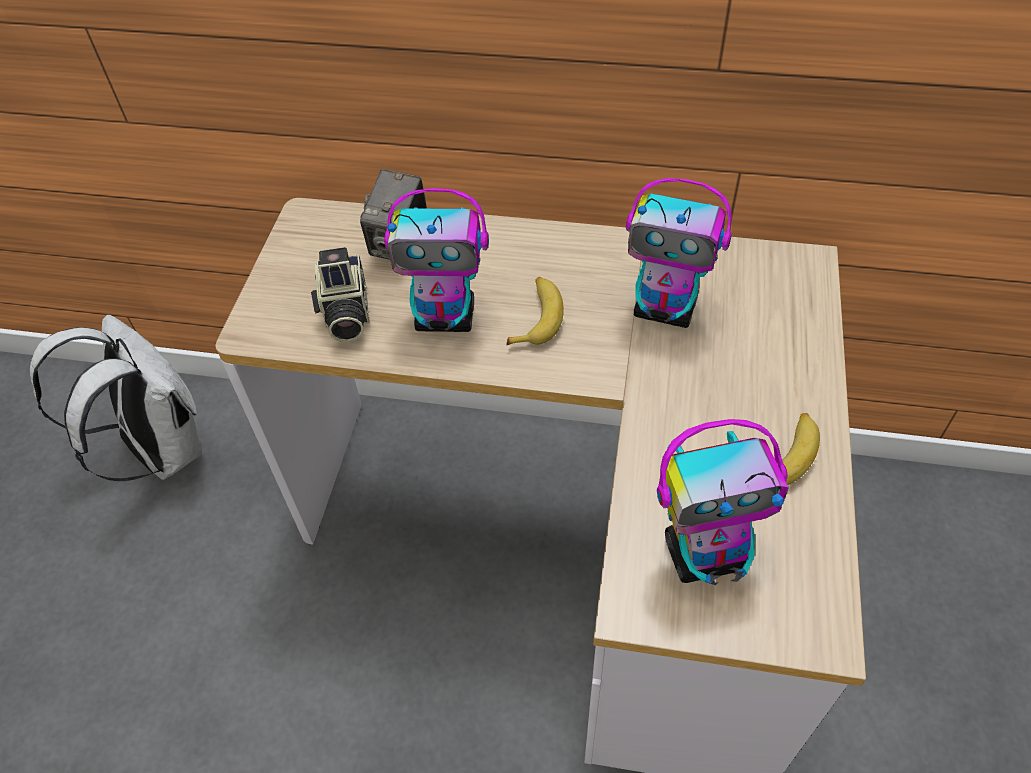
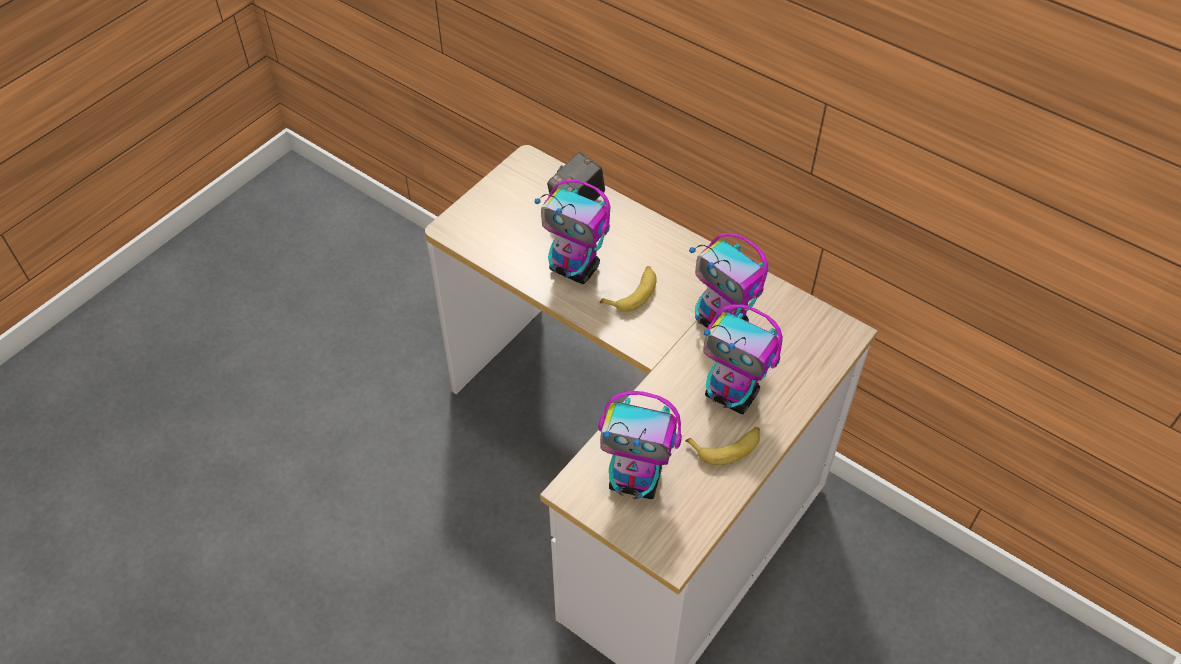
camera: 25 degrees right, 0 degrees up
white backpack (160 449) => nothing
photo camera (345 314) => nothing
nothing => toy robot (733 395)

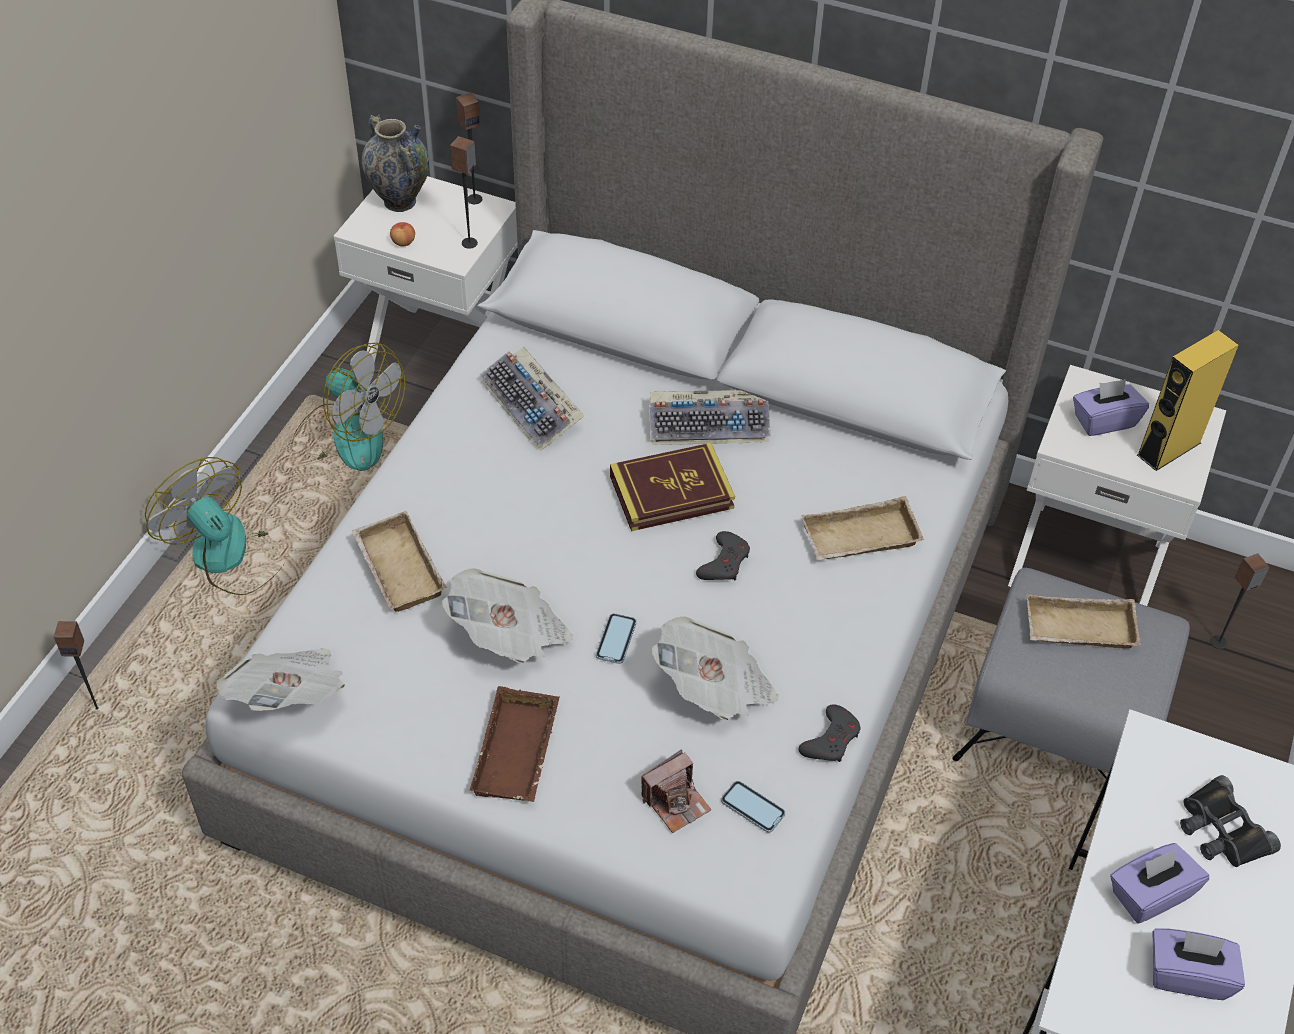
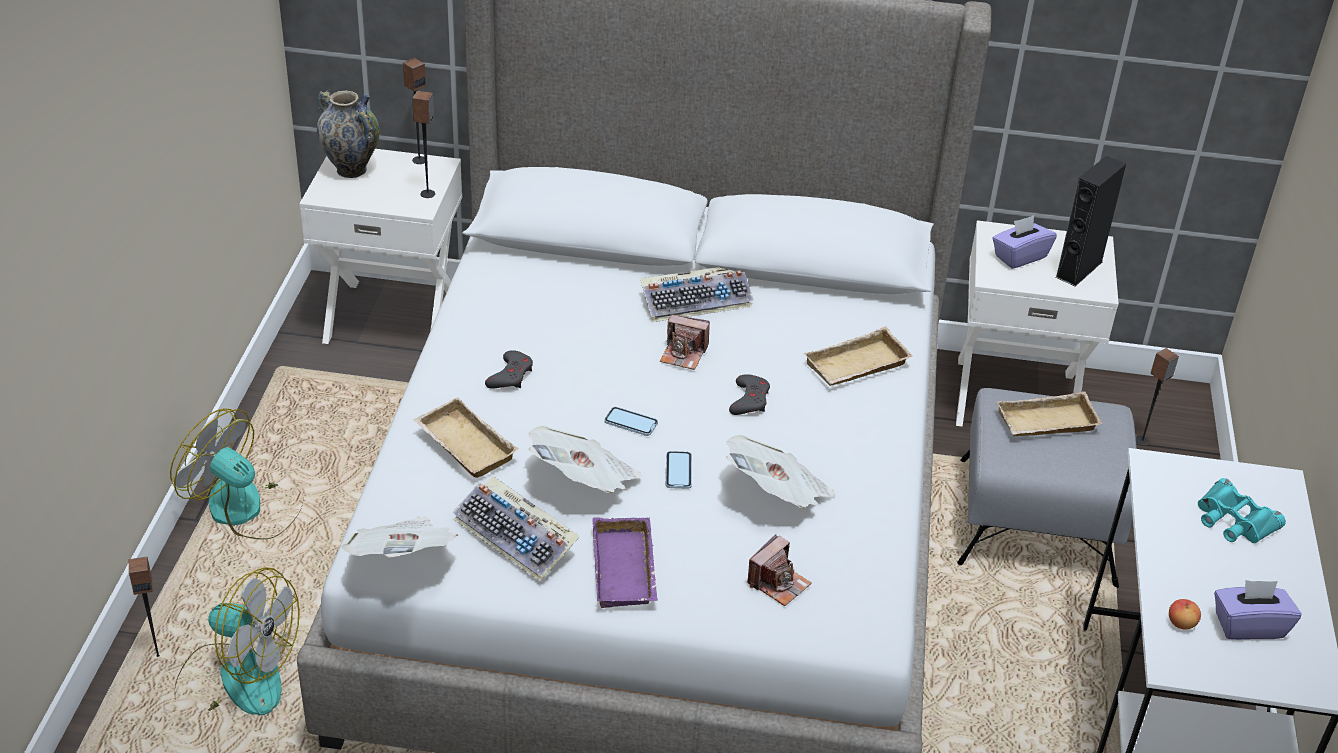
camera: 15 degrees left, 10 degrees down
purple tissue box (1150 894) => nothing
fan (346 436) => fan (236 678), relocated
apple (403 242) => apple (1181 623), relocated
keyboard (533 406) => keyboard (517 536), relocated
phone (752 808) => phone (631 423), relocated
grey game controller (831 739) => grey game controller (510 375), relocated
book (671 492) => photo camera (683 354)
brown tray (519 753) => purple tray (627 570)
yellow speaker (1168 449) => black speaker (1079 269)
black binoculars (1221 830) => turquoise binoculars (1233 520)

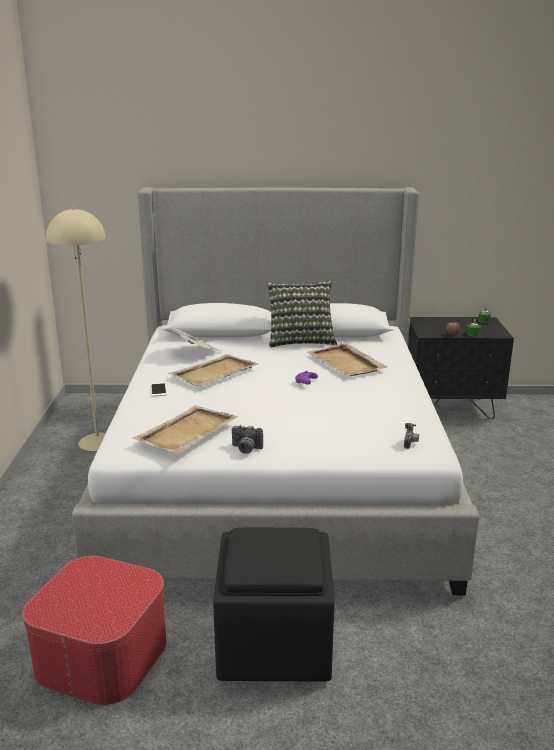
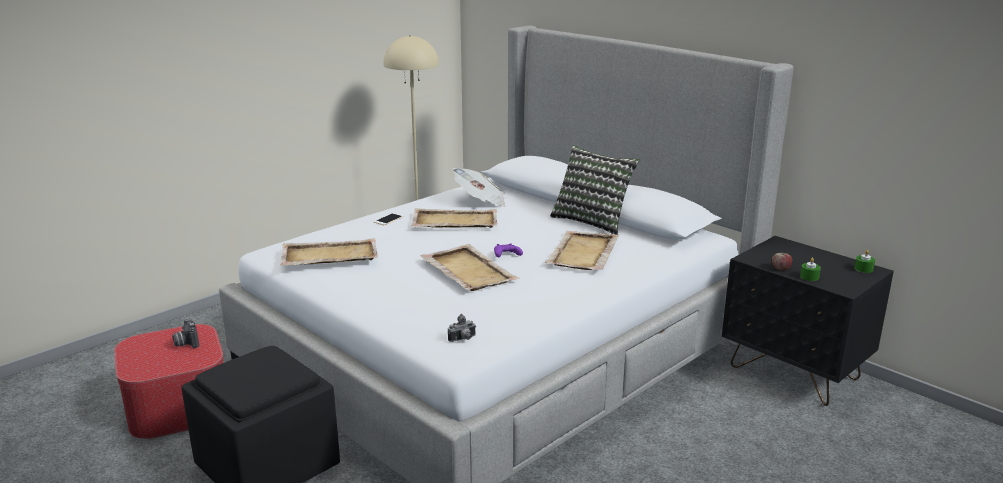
camera: 45 degrees right, 0 degrees up
nothing => beige tray (468 270)
photo camera (246 449) => photo camera (186 343), relocated

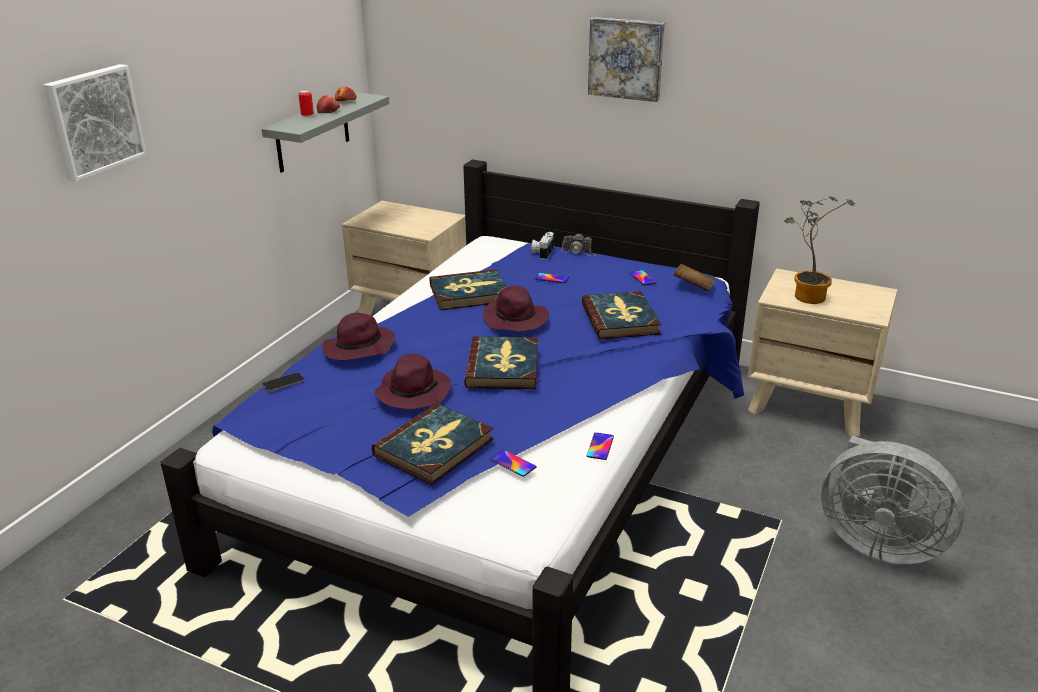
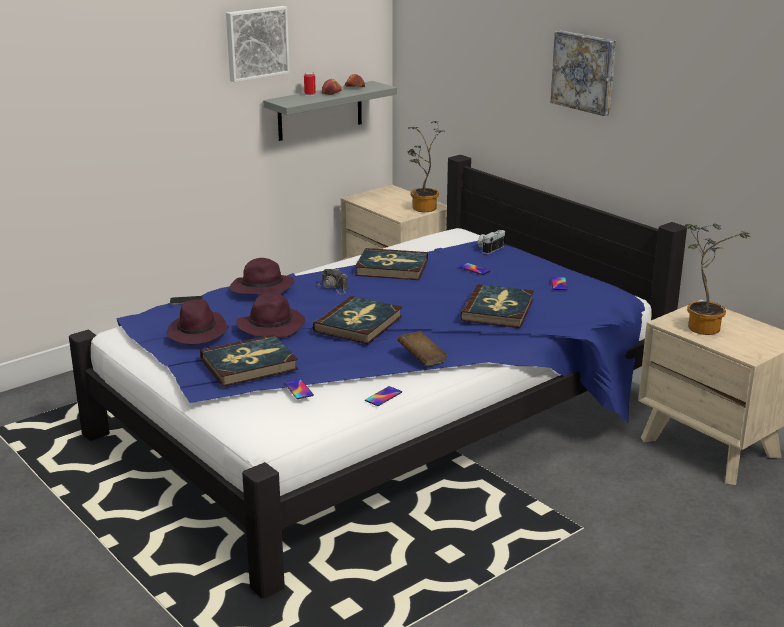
camera: 25 degrees right, 5 degrees down
grey fan (876 542) => nothing
nothing => potted plant (422 209)
picture (94 121) => picture (256 43), relocated
purple hat (516 319) => purple hat (198 333), relocated
photo camera (579 251) => photo camera (334 287), relocated
brown book (693 287) => brown book (422 359), relocated

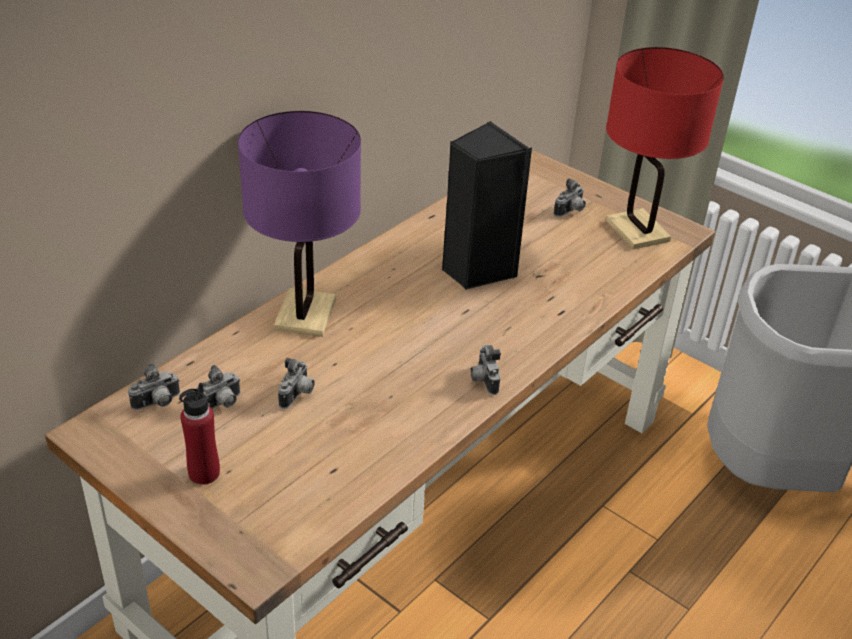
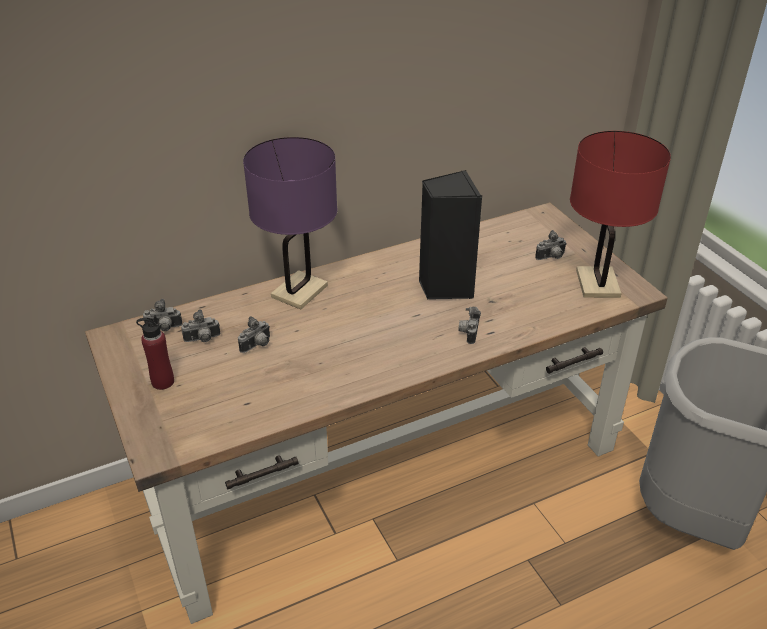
camera: 25 degrees right, 0 degrees up
photo camera (483 380) => photo camera (468 332), relocated

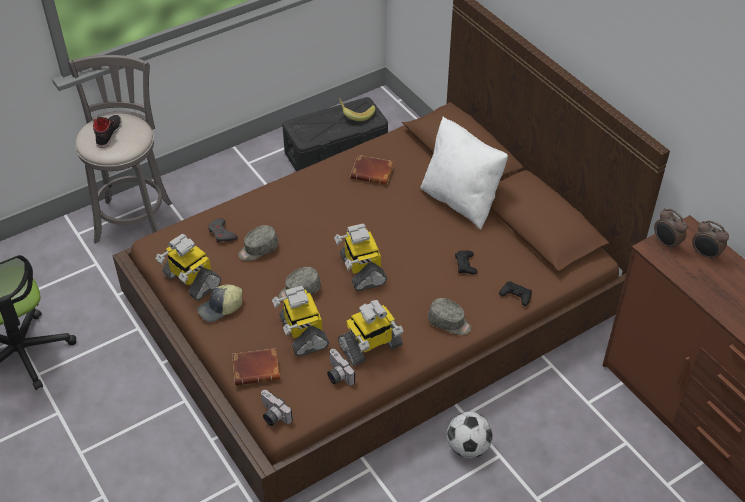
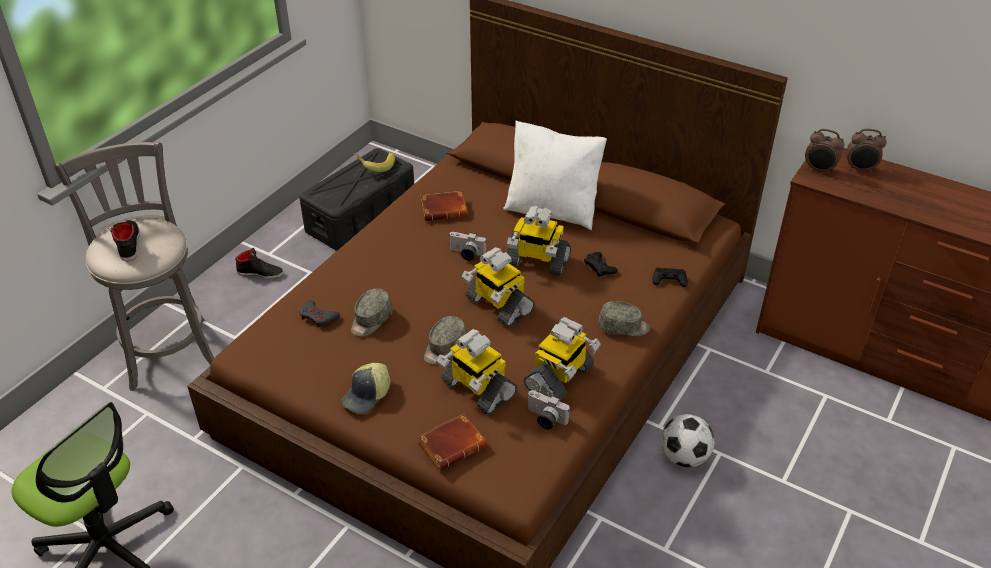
camera: 25 degrees left, 5 degrees down
nothing => black shoe (260 273)
toy robot (191 280) => toy robot (537 262), relocated
photo camera (272 416) => photo camera (466 254), relocated

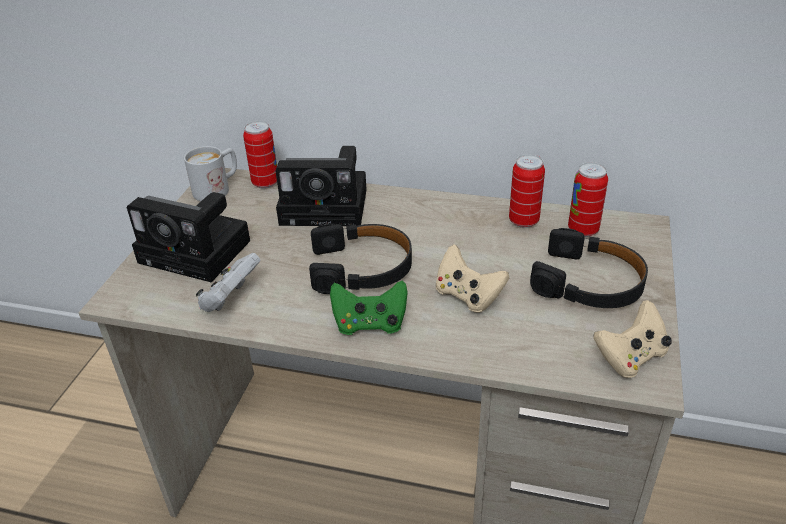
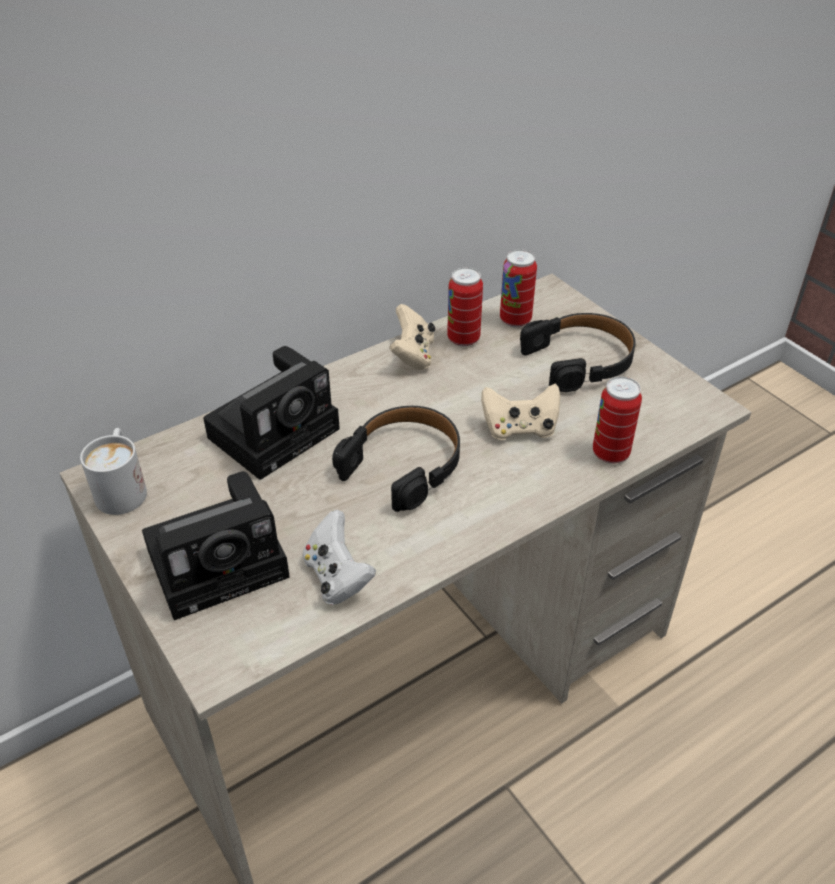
camera: 50 degrees left, 5 degrees up
green game controller (370 324) => nothing
can (265 183) => can (610 453), relocated
beige game controller (630 357) => beige game controller (413 355), relocated

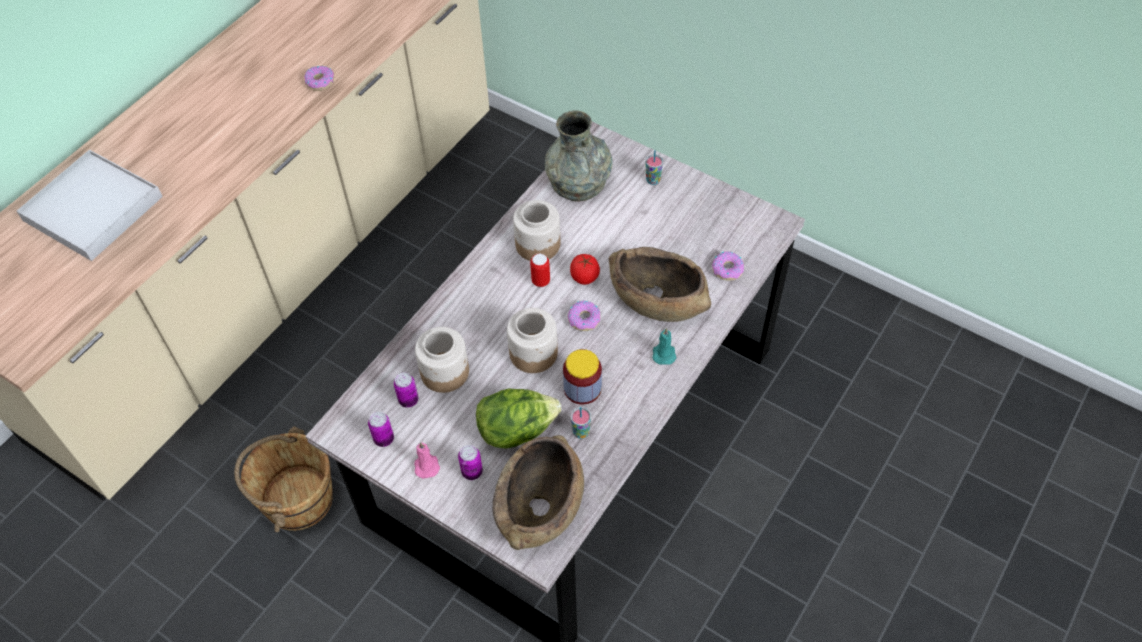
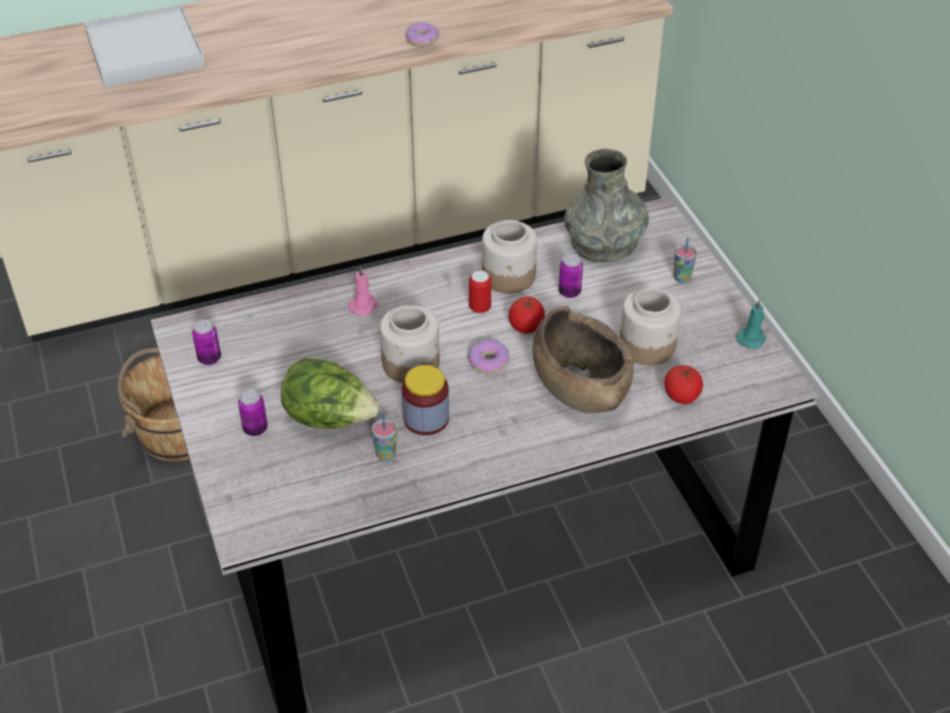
camera: 35 degrees right, 10 degrees down
brown bowl (541 505) => nothing
can (408 400) => can (569 292), relocated
pink candle (426 465) => pink candle (364 305), relocated
jar (445 372) => jar (648 346), relocated
turquoise candle (663 353) => turquoise candle (751 338), relocated
donut (727 269) => tomato (681 395)

